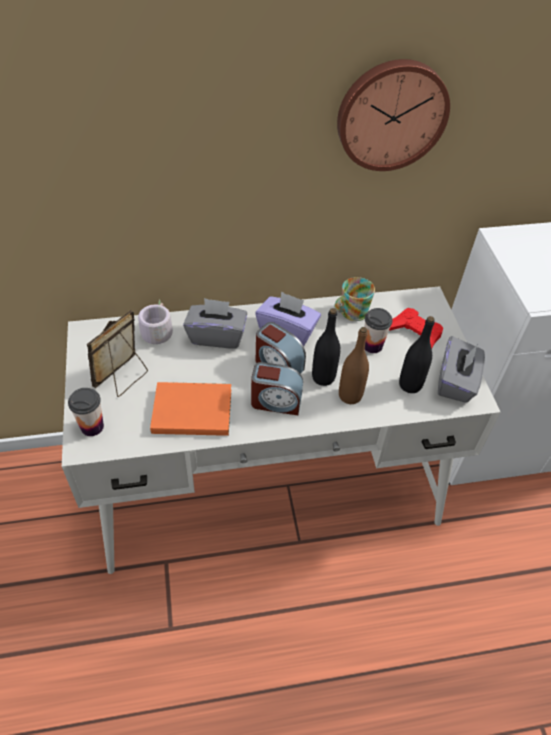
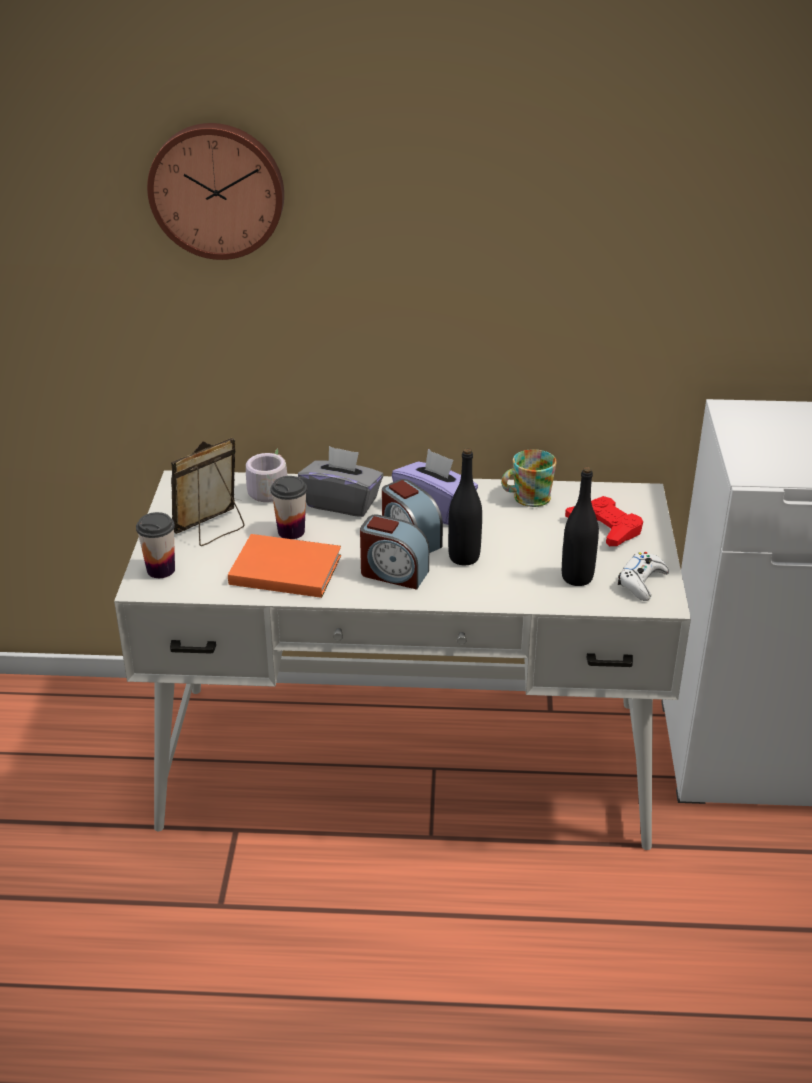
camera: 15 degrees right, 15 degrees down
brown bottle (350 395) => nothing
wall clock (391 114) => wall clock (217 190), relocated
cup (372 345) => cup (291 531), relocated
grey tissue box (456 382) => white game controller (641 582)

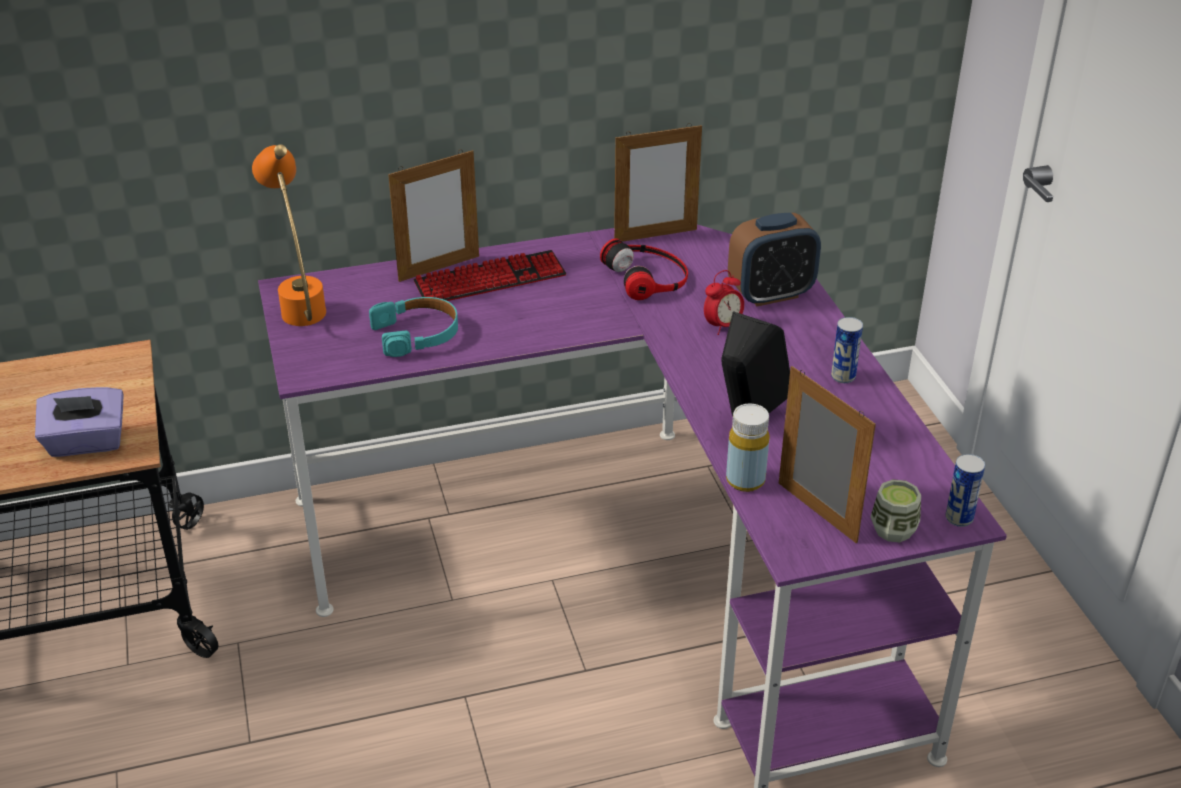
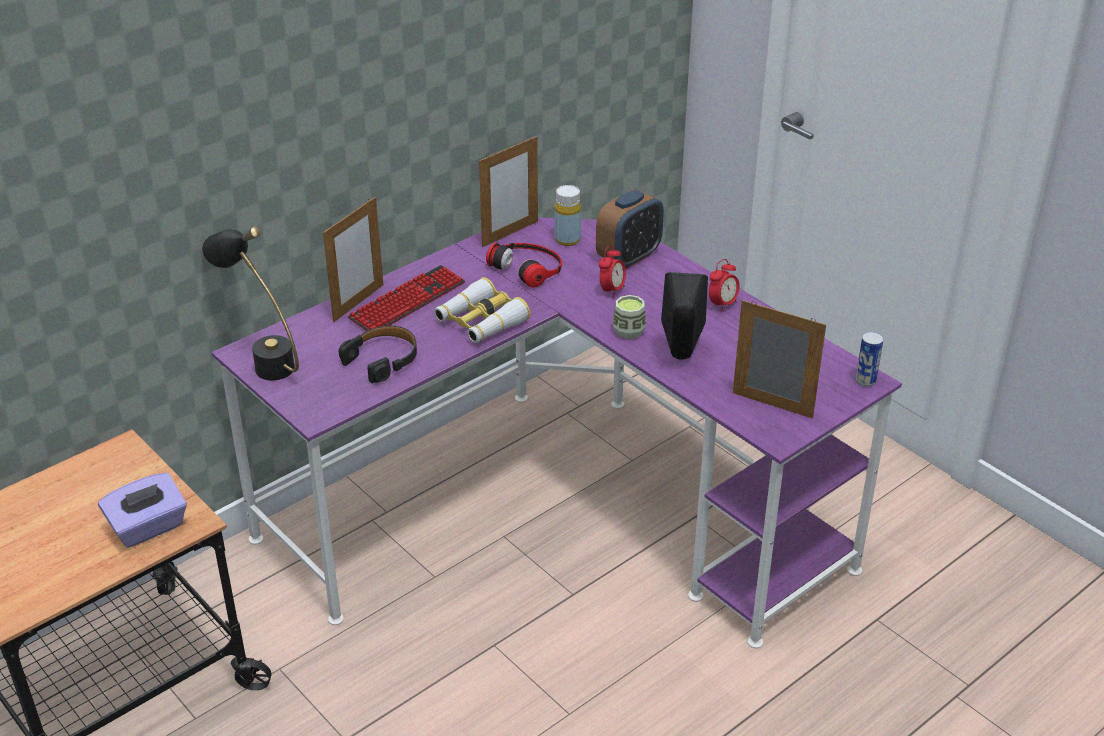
camera: 25 degrees left, 0 degrees up
nothing => binoculars (481 321)
yellow bottle (745 480) => yellow bottle (567 239), relocated
cup (893 529) => cup (629 331), relocated
can (843 376) => alarm clock (722 304)
orange table lamp (299 301) => black table lamp (263 360)
turquoise headphones (417 334) => black headphones (383 359)

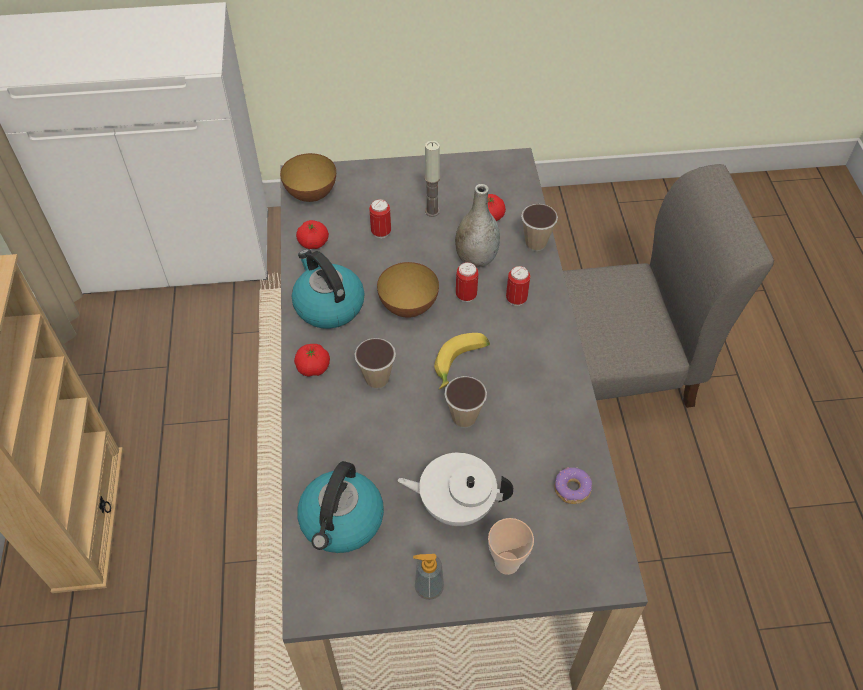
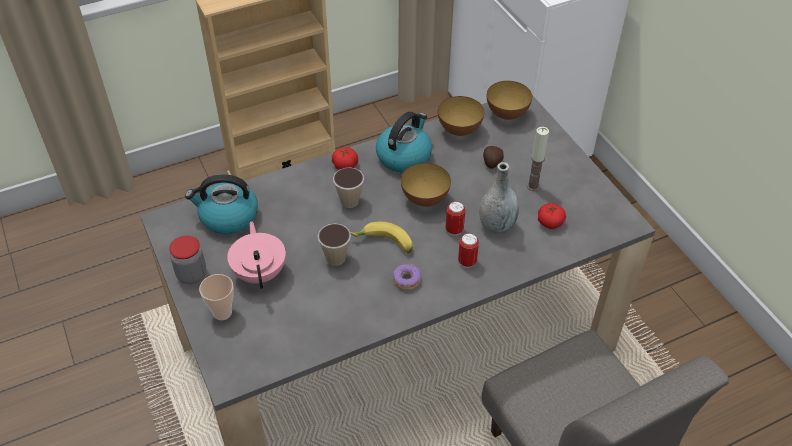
camera: 70 degrees right, 5 degrees down
cup (535 243) => nothing
donut (571 489) => donut (406 280), relocated
tomato (313 242) => bowl (459 130)
can (381 232) => potato (492 163)
soap dispenser (429 587) => jar (192 275)
white teapot (456 504) => pink teapot (260 272)

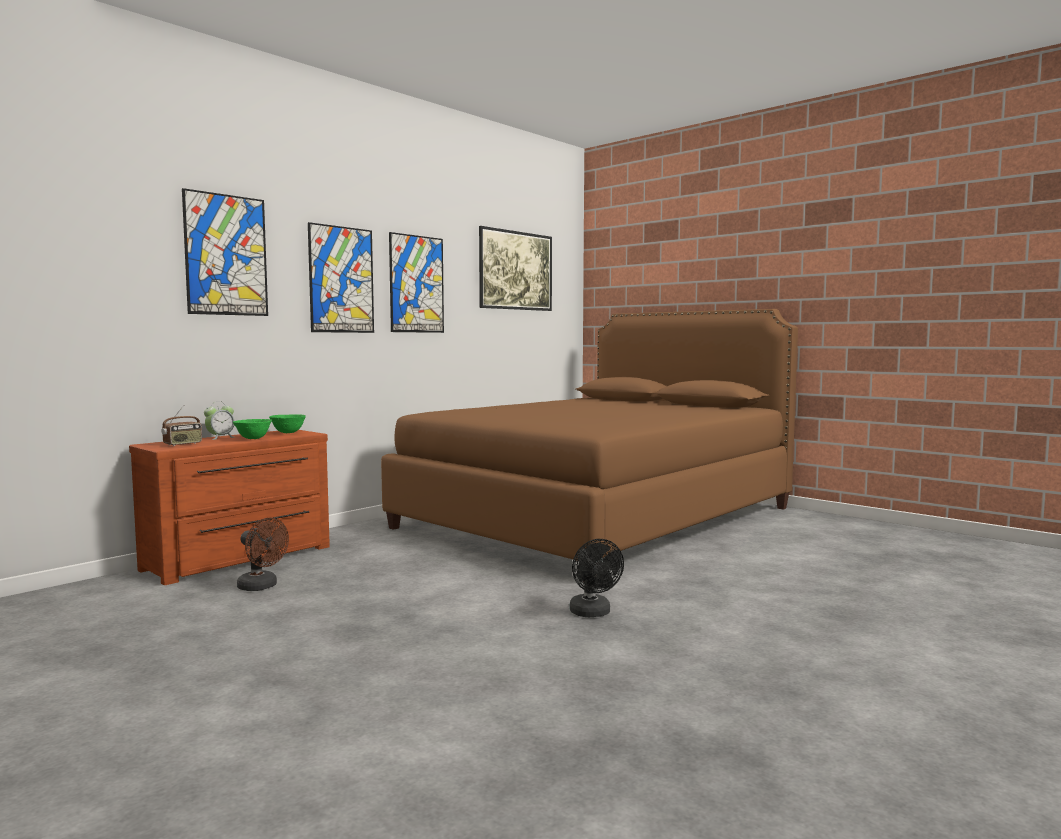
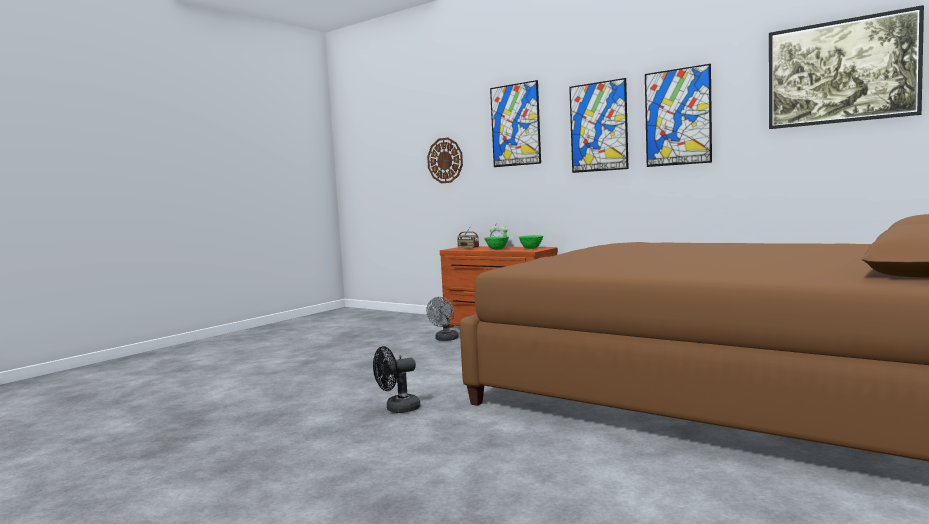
camera: 85 degrees right, 0 degrees up
nothing => wall clock (445 160)
brown fan (262 587) => grey fan (445 339)

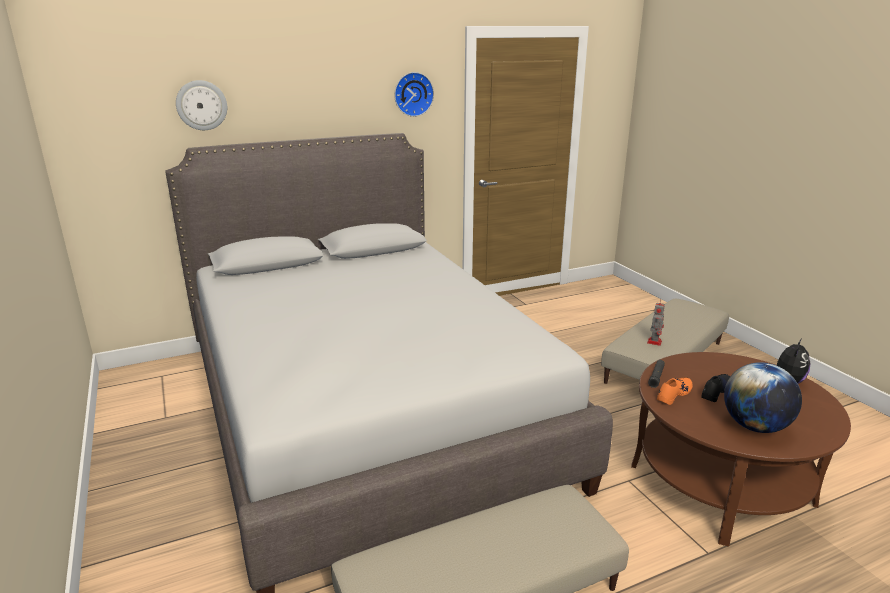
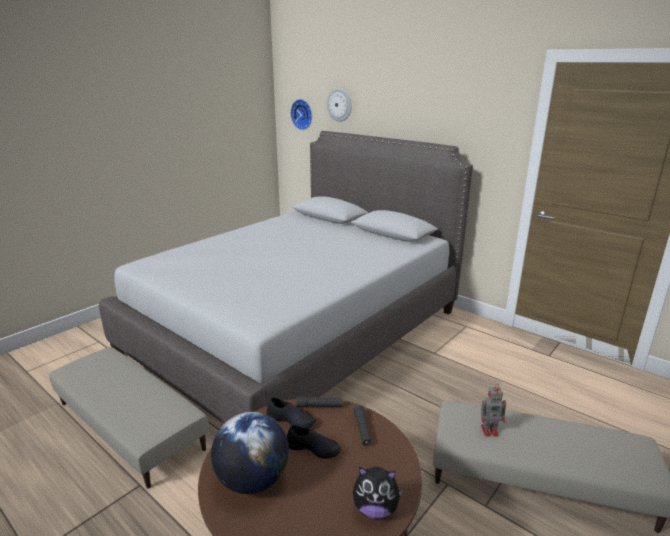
camera: 65 degrees right, 0 degrees up
nothing => black flashlight (362 429)
wall clock (413 94) => wall clock (302 114), relocated
orange shoe (673 394) => black shoe (291 420)

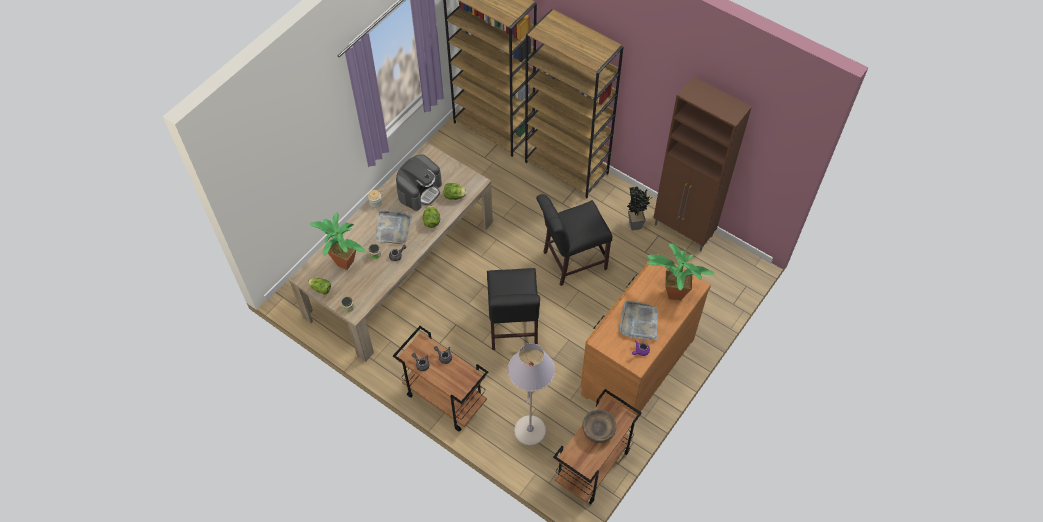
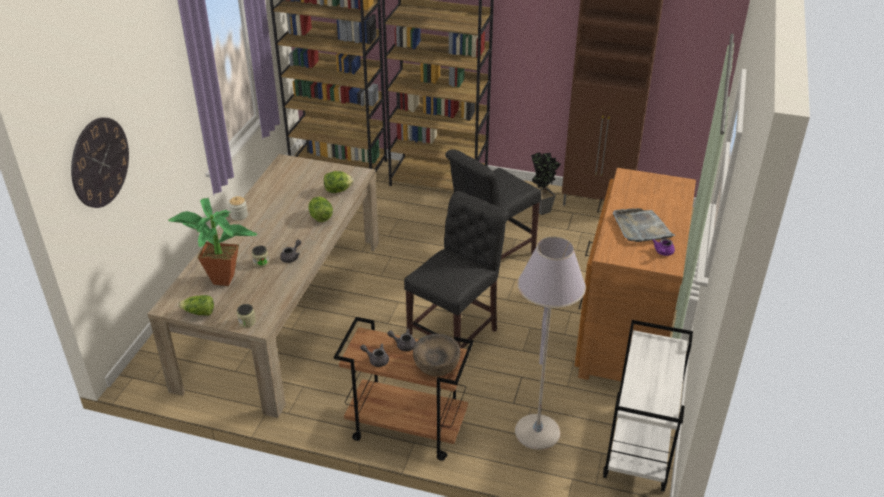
camera: 20 degrees left, 20 degrees down
grey tray (393 228) => nothing
coffee machine (420 191) => nothing
potted plant (671 292) => nothing
nothing => wall clock (100 162)
brown bowl (598 430) => brown bowl (436 364), relocated
brown cart (592 467) => white cart (640 449)
black chair (513 329) => black chair (456 334), 120 degrees counterclockwise

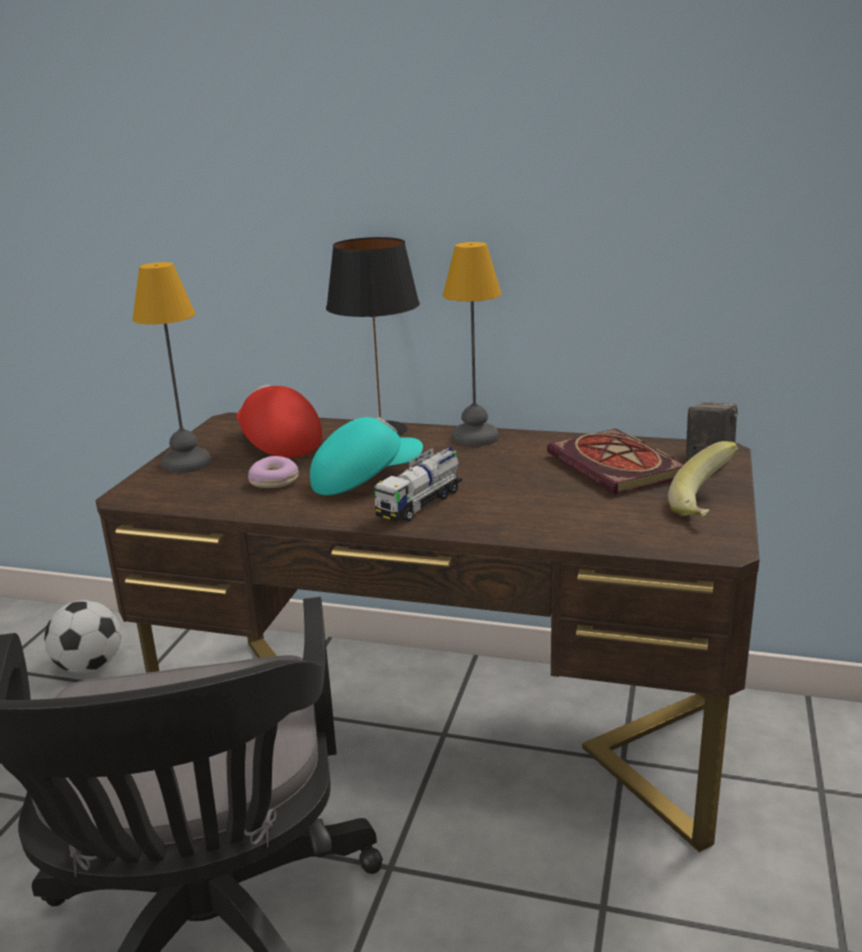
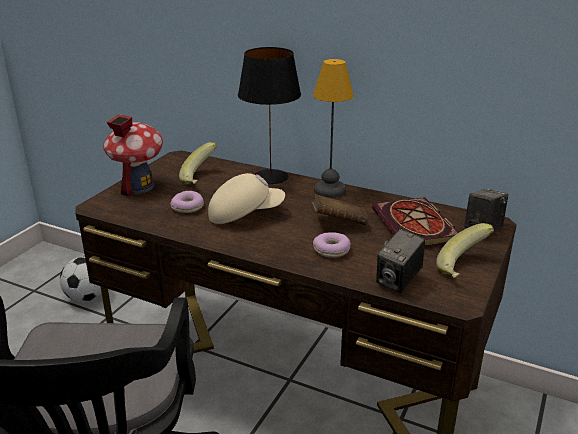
camera: 10 degrees right, 5 degrees up
toy truck (420 504) => nothing
nothing => brown book (339 222)
nothing => donut (331 250)
nothing => photo camera (398 281)
table lamp (185 464) => toy house (138 187)
red cap (277 443) => banana (201 178)
turquoise cap (365 480) => beige cap (244 214)

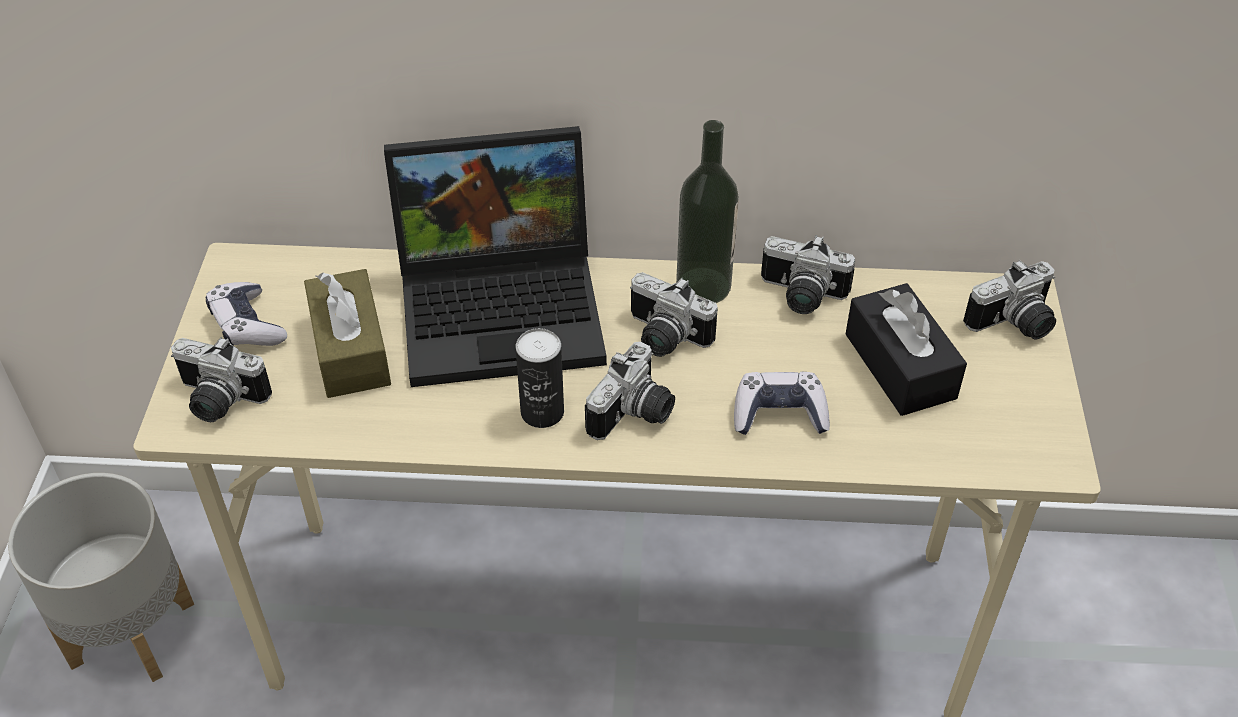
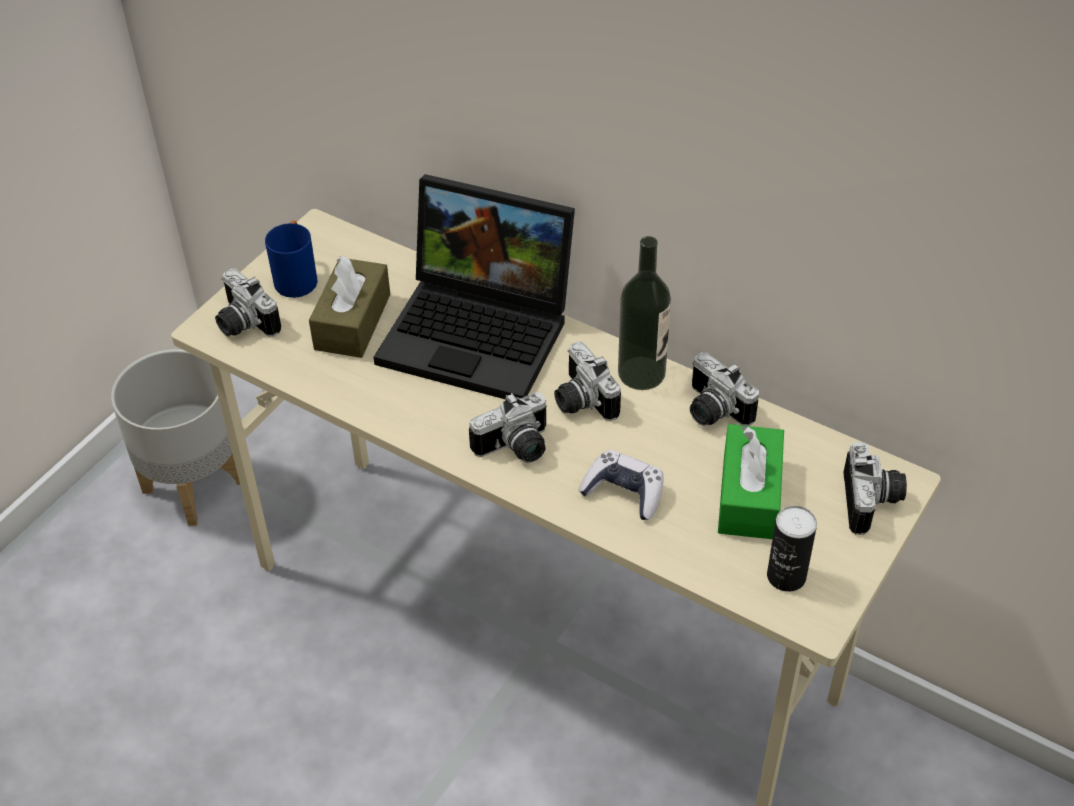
camera: 30 degrees right, 0 degrees up
can (542 412) => can (786 576), relocated
game controller (247 325) => blue mug (297 277)
black tissue box (900 366) => green tissue box (749 495)
photo camera (1015 325) => photo camera (873 502), 90 degrees counterclockwise

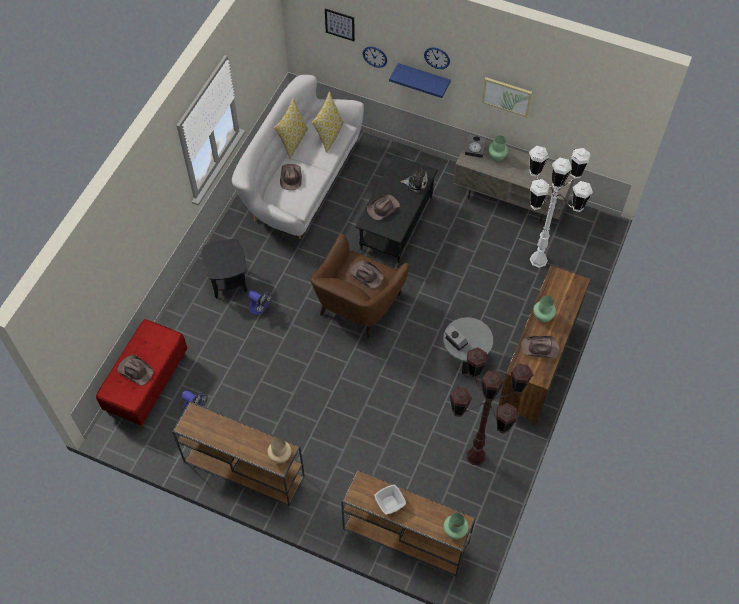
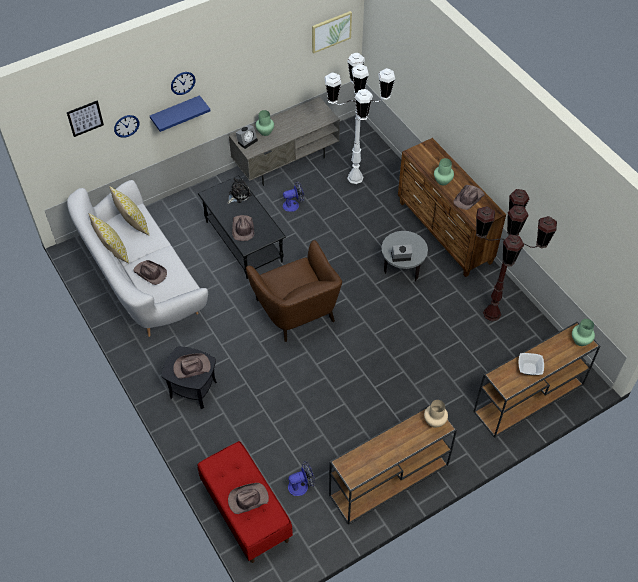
camera: 55 degrees left, 5 degrees down
fan (260 308) => fan (293 205), relocated
brown hat (366 274) => brown hat (191 367), relocated
picture (507 96) => picture (331 31), relocated

